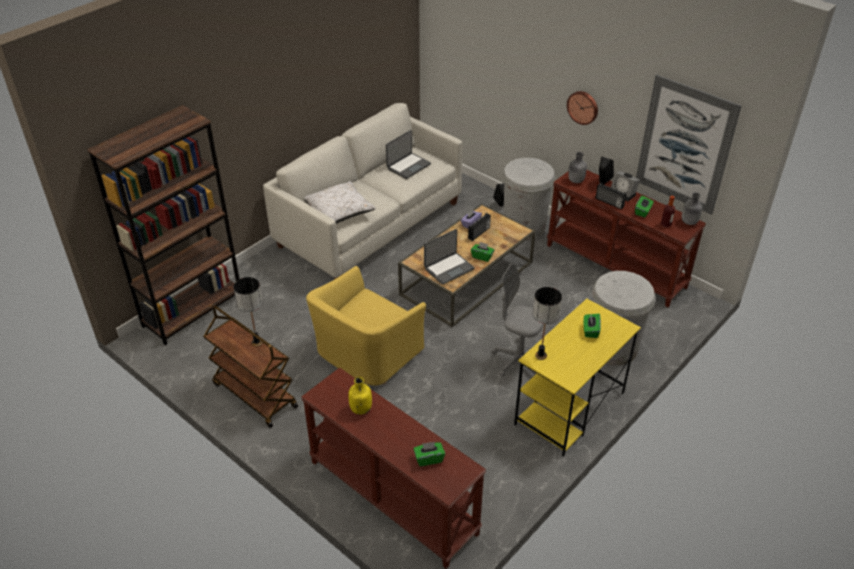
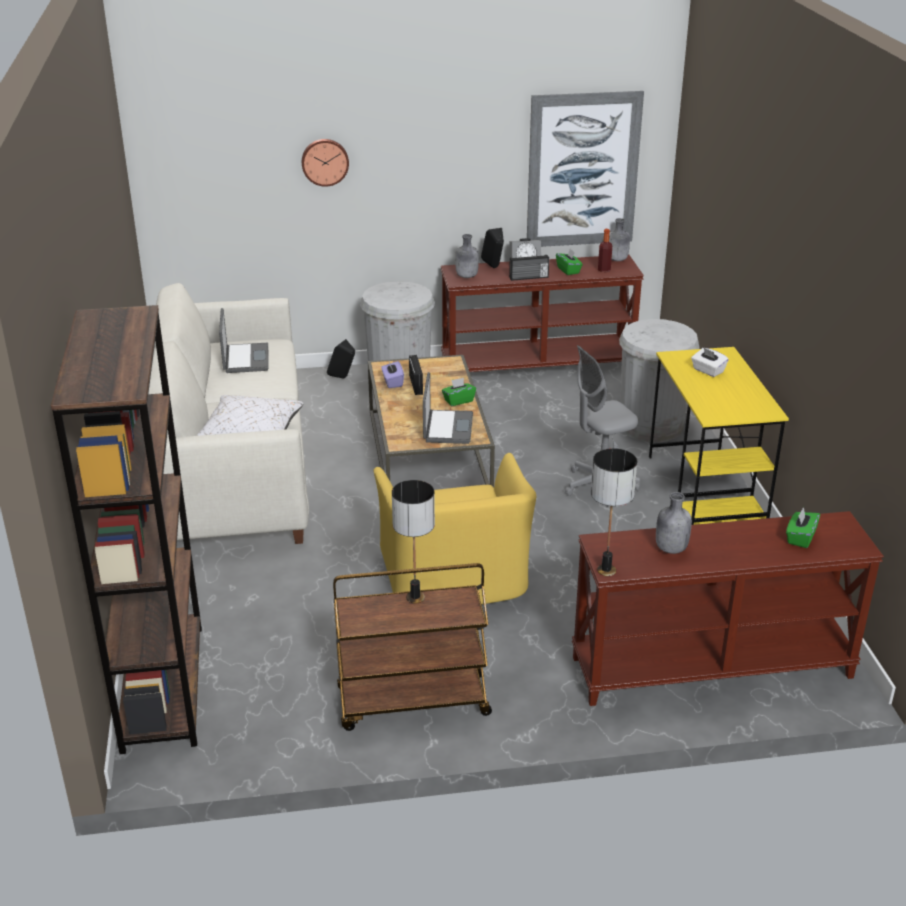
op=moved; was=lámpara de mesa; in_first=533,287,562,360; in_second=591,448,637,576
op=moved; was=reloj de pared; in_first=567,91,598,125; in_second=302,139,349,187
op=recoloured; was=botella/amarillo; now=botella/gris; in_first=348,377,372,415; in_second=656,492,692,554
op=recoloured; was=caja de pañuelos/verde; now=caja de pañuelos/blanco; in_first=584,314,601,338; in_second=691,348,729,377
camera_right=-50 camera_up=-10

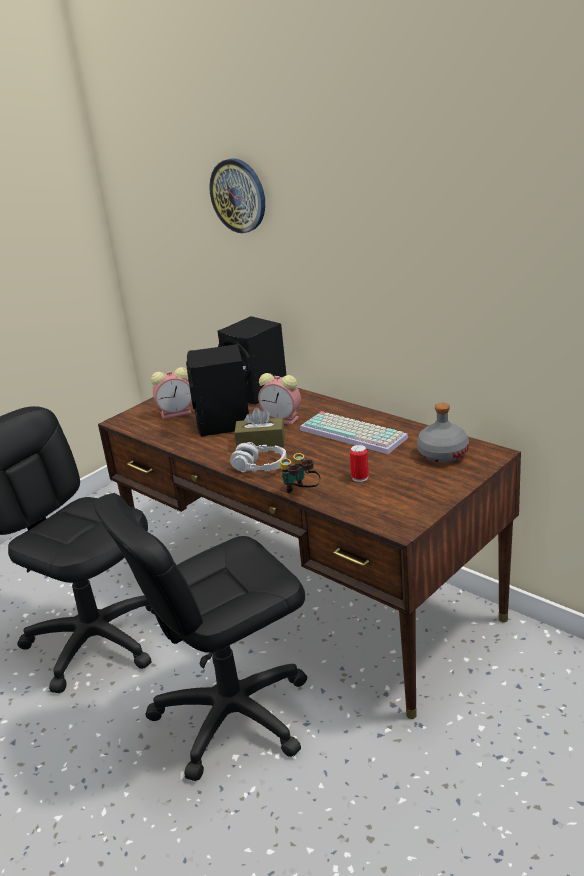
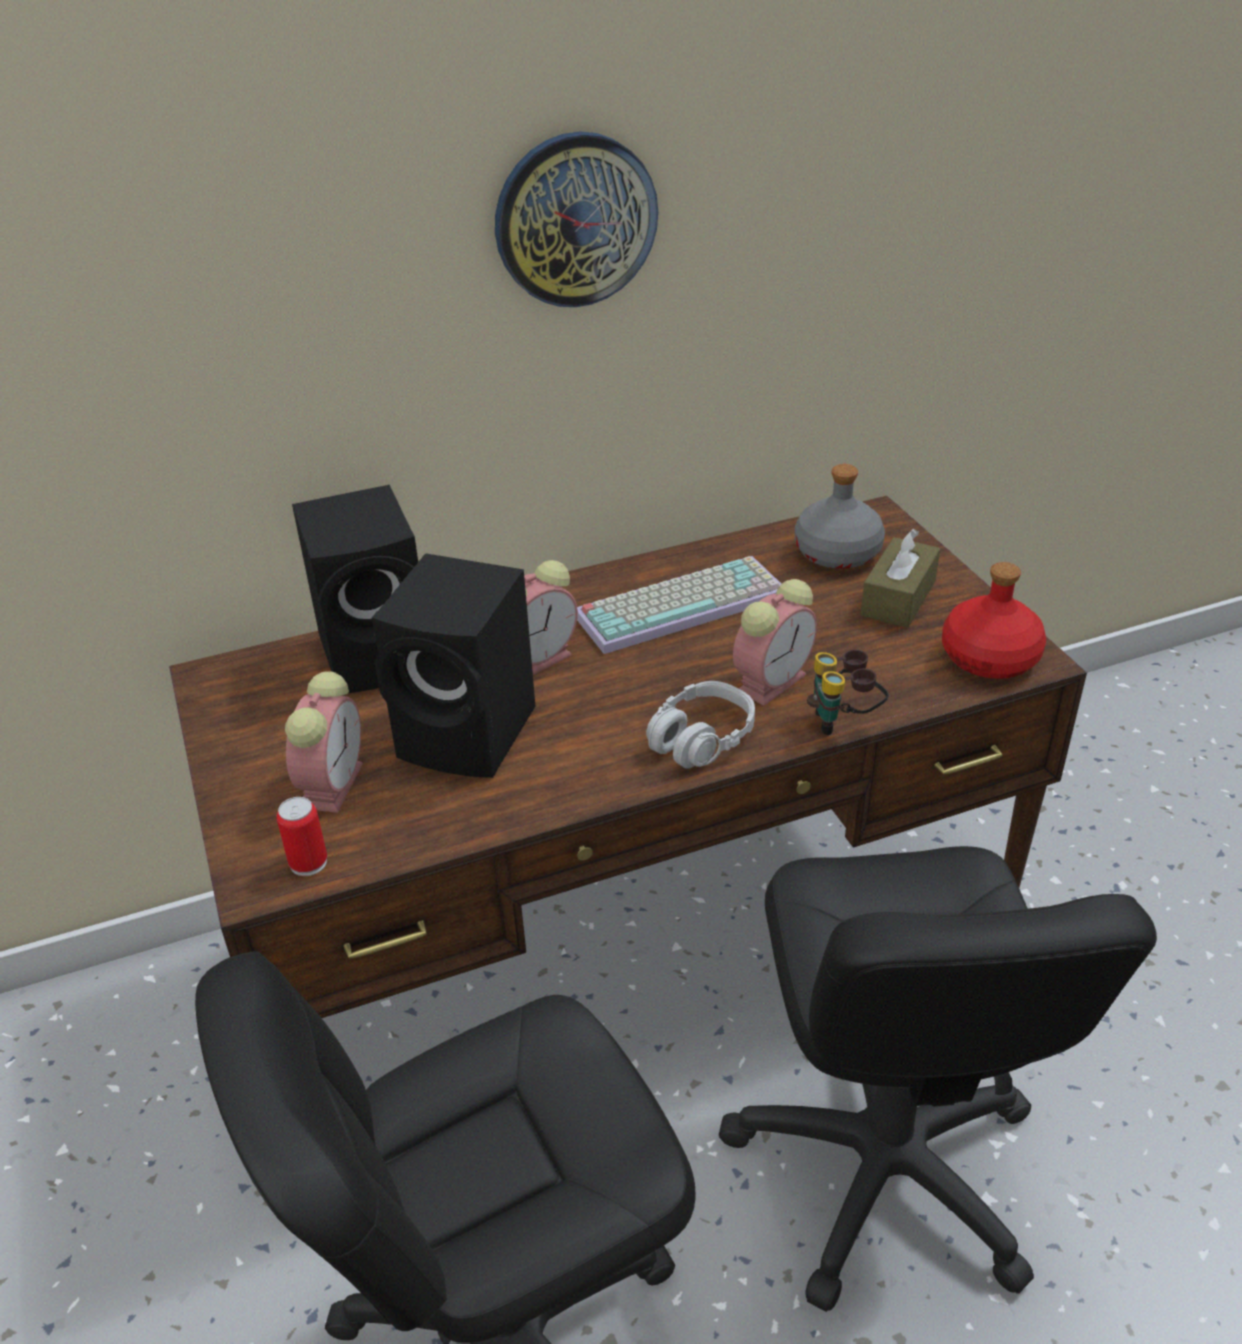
op=added; now=despertador; in_second=733,579,817,706
op=added; now=botella/rojo; in_second=942,562,1046,679
op=moved; was=reloj de pared; in_first=209,158,265,233; in_second=495,131,658,307
op=moved; was=caja de pañuelos/marrón; in_first=234,407,285,447; in_second=861,528,940,628
op=moved; was=lata; in_first=350,445,369,482; in_second=277,797,327,876
camera_right=-65 camera_up=10

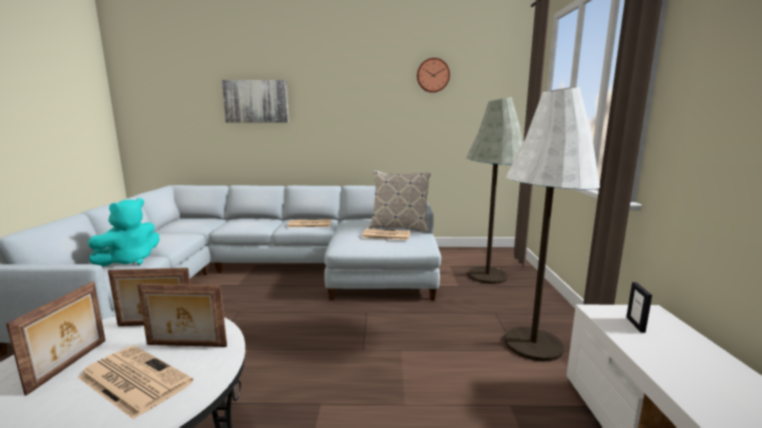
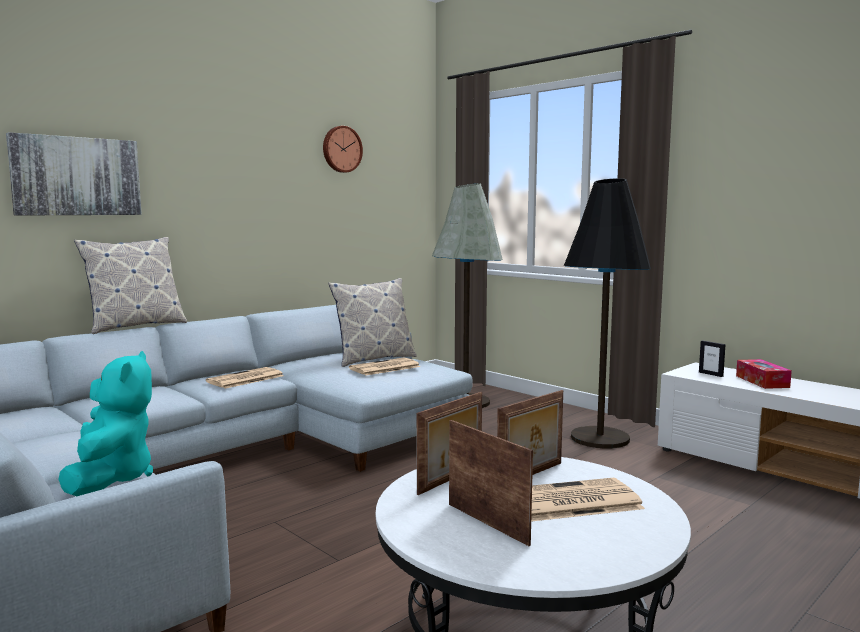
op=added; now=cojín; in_second=74,237,187,334
op=added; now=caja de pañuelos; in_second=736,359,792,389
op=recoloured; was=lámpara de pie/blanco; now=lámpara de pie/negro; in_first=505,86,600,362; in_second=564,178,651,448
camera_right=-45 camera_up=-5

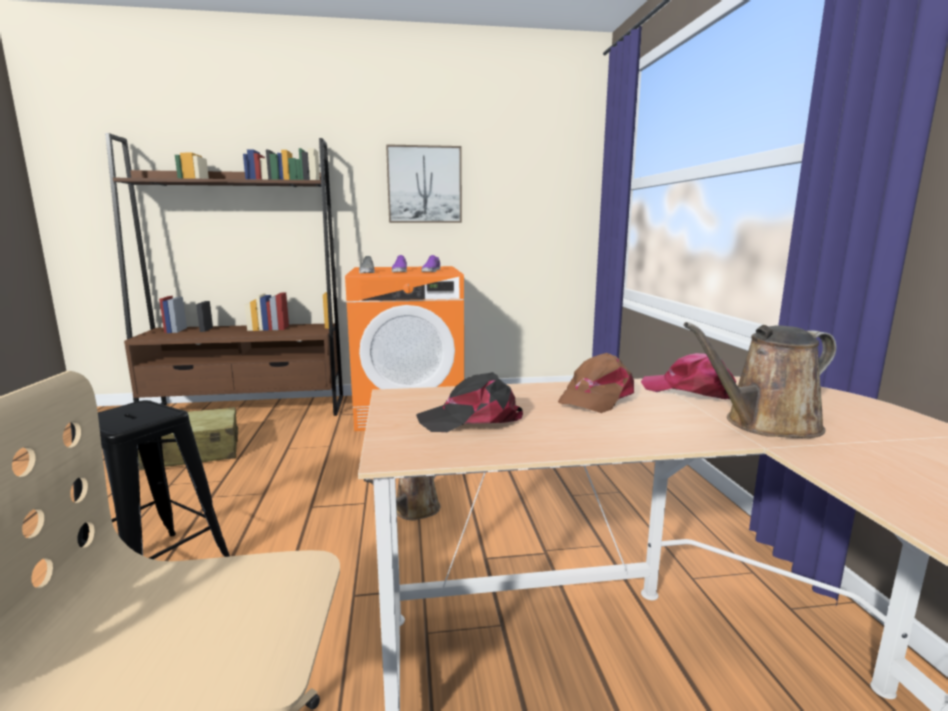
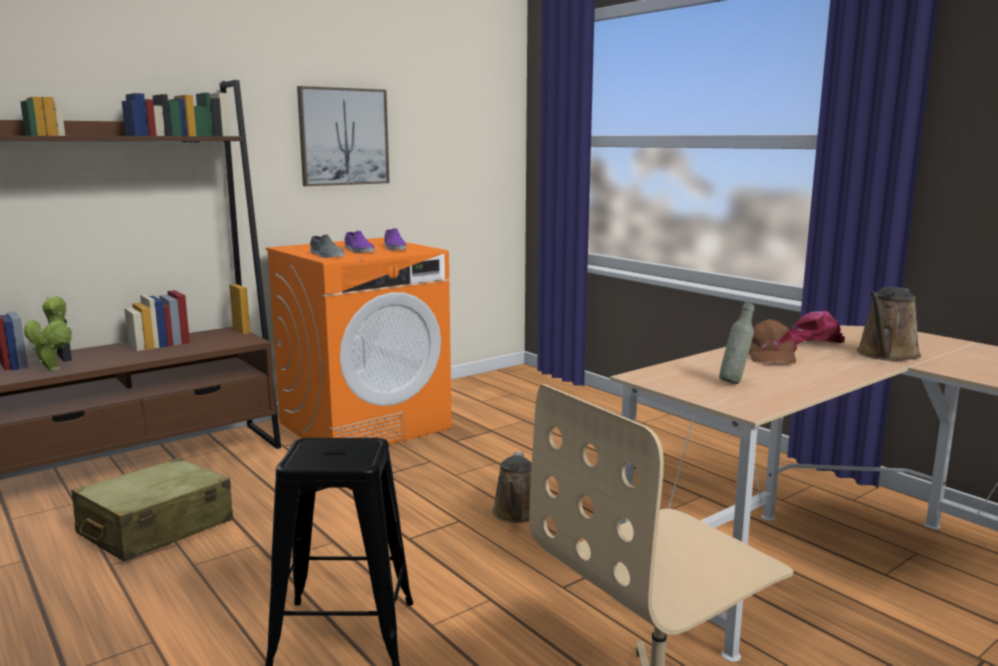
op=added; now=planta en maceta; in_second=24,296,73,371
op=replaced; was=gorra/negro; now=botella/gris; in_first=416,372,523,432; in_second=719,302,754,384
camera_right=-30 camera_up=0

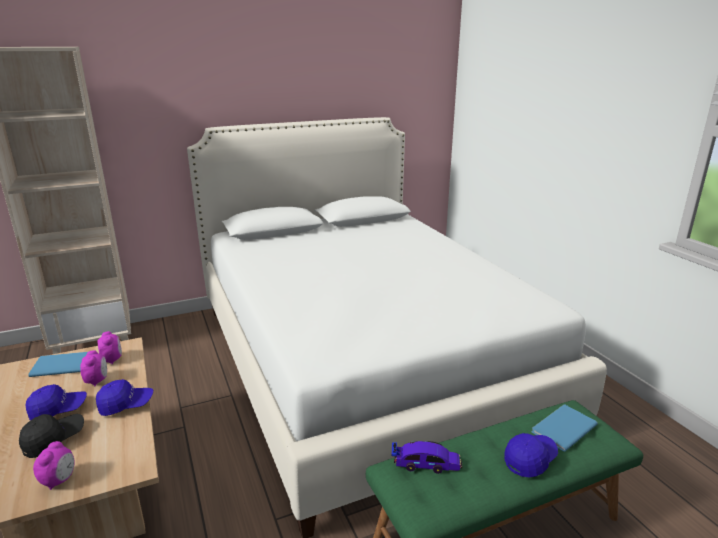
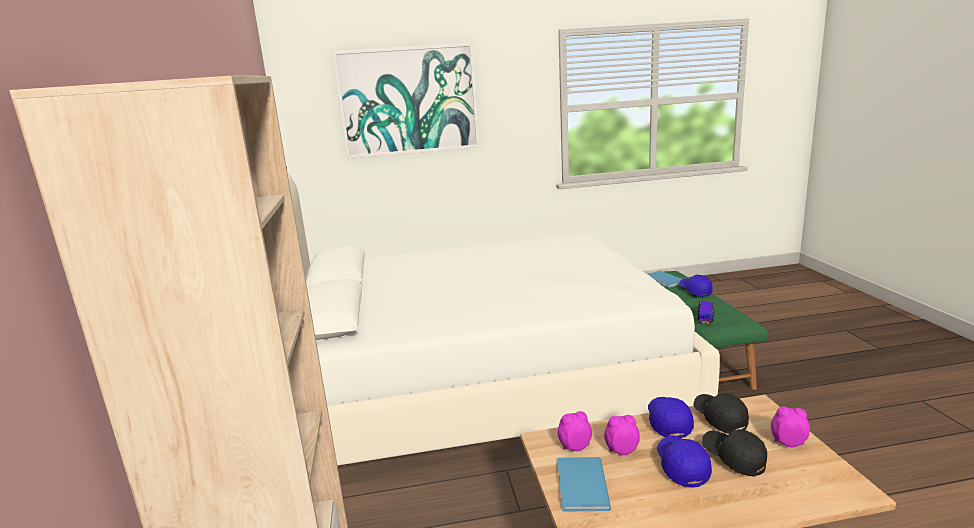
op=added; now=cuadro; in_second=332,42,480,159
op=added; now=gorra/negro; in_second=694,393,749,434
camera_right=-75 camera_up=-5

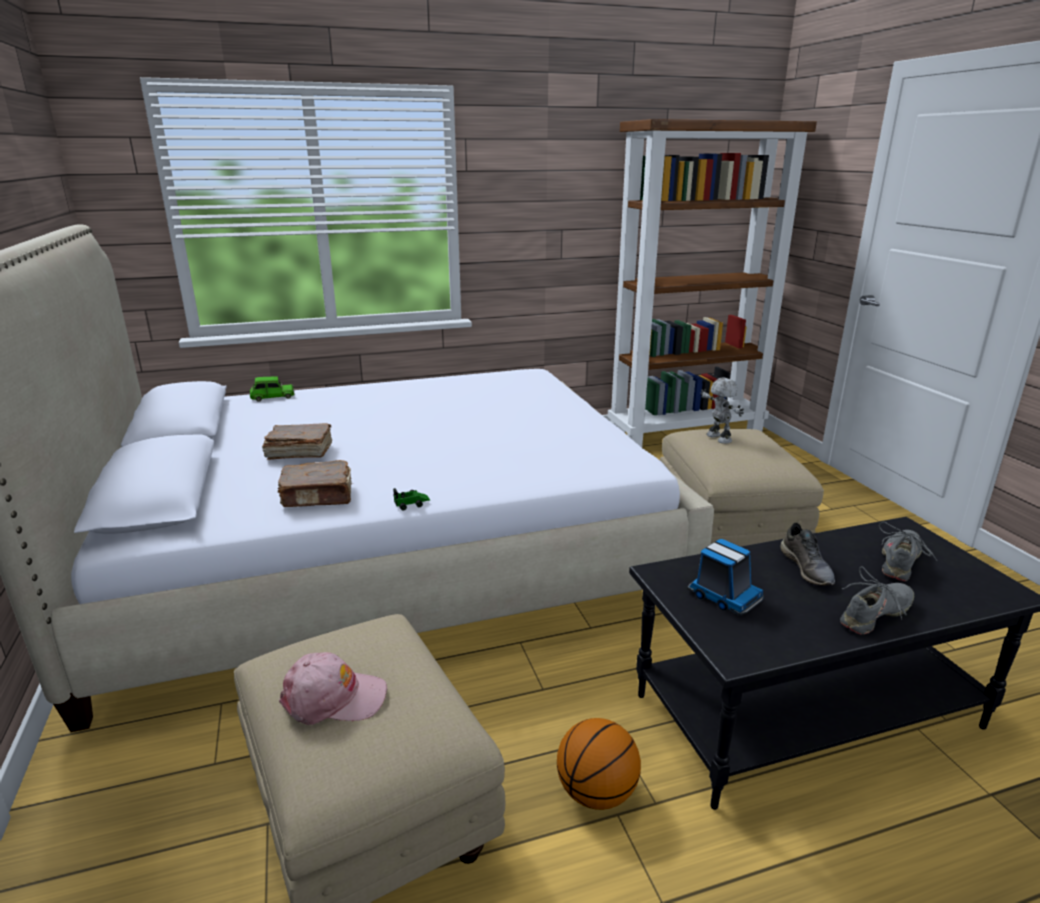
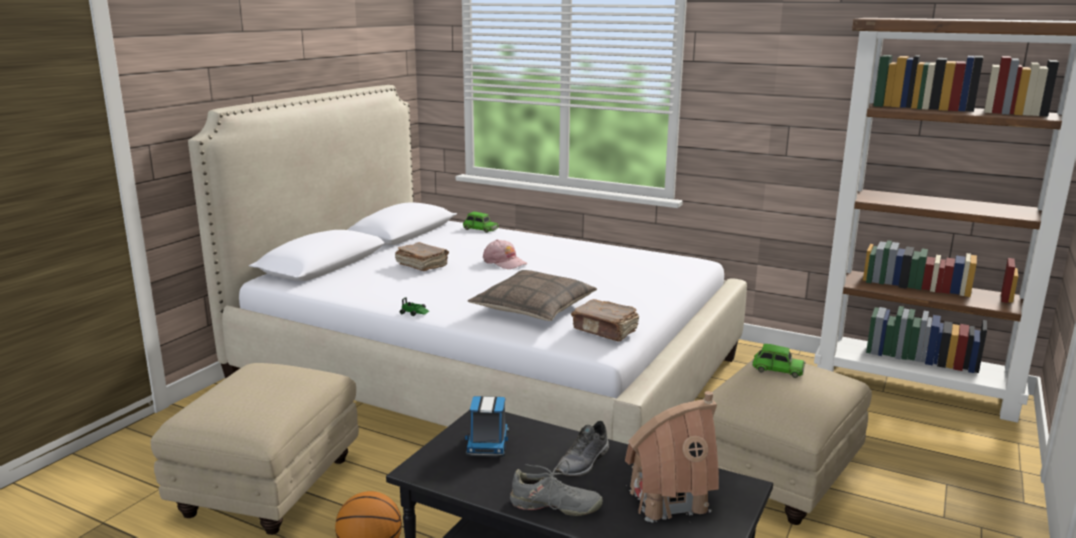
op=added; now=cojín; in_second=467,270,597,321
op=moved; was=libro/marrón; in_first=278,460,353,507; in_second=571,299,639,341
op=moved; was=gorra/rosa; in_first=279,652,387,725; in_second=483,239,528,269
op=replaced; was=robot de juguete; now=coche de juguete/verde; in_first=700,378,744,444; in_second=752,344,806,378
op=replaced; was=zapato/gris; now=casita; in_first=879,522,937,581; in_second=625,391,719,523
camera_right=45 camera_up=-5

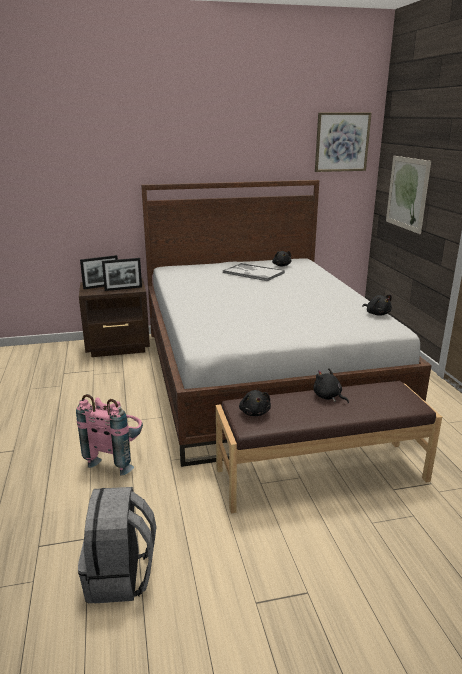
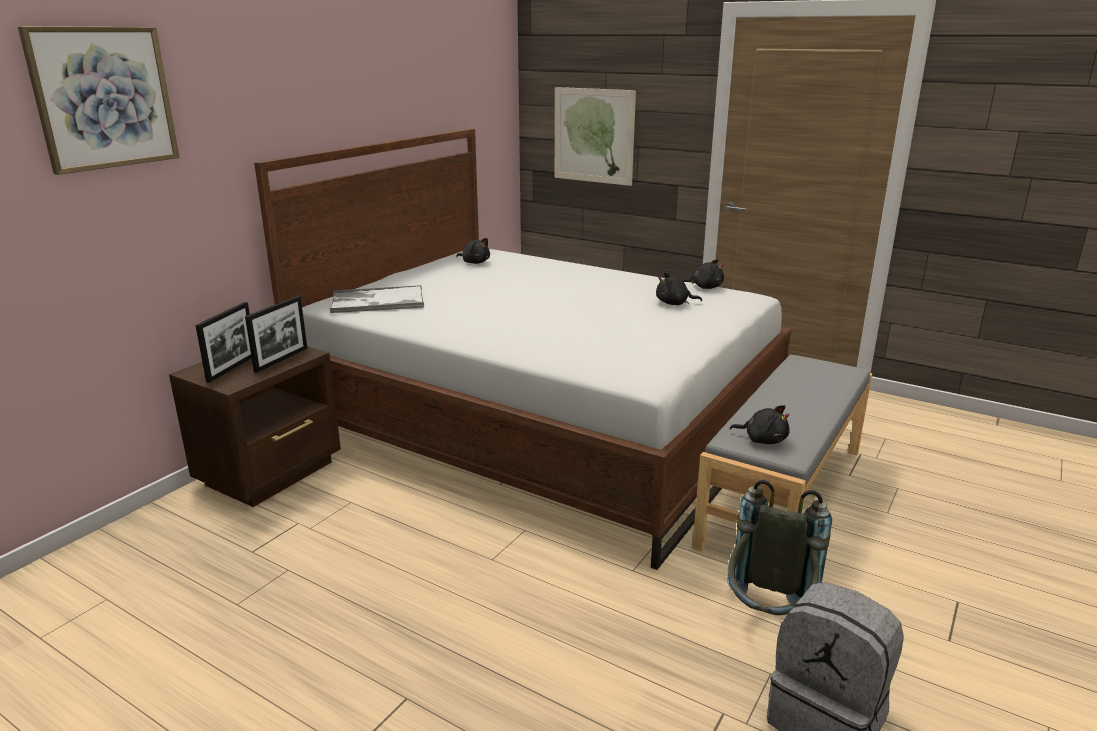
op=removed; was=mochila/rosa; in_first=76,394,143,476
op=added; now=mochila/gris; in_second=726,480,832,615
op=moved; was=bandeja; in_first=223,263,285,281; in_second=330,285,424,313
op=moved; was=peluche/negro; in_first=313,368,349,403; in_second=656,272,702,305
op=moved; was=cuadro; in_first=315,113,371,172; in_second=18,26,180,175
op=recoloured; was=banco/marrón; now=banco/gris; in_first=216,381,442,514; in_second=692,355,872,551
camera_right=-45 camera_up=0

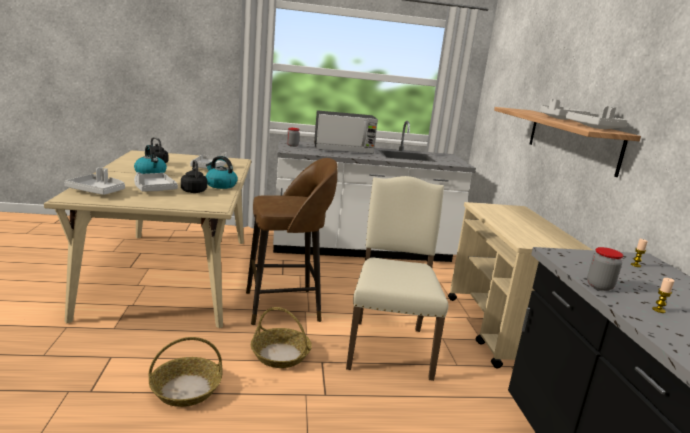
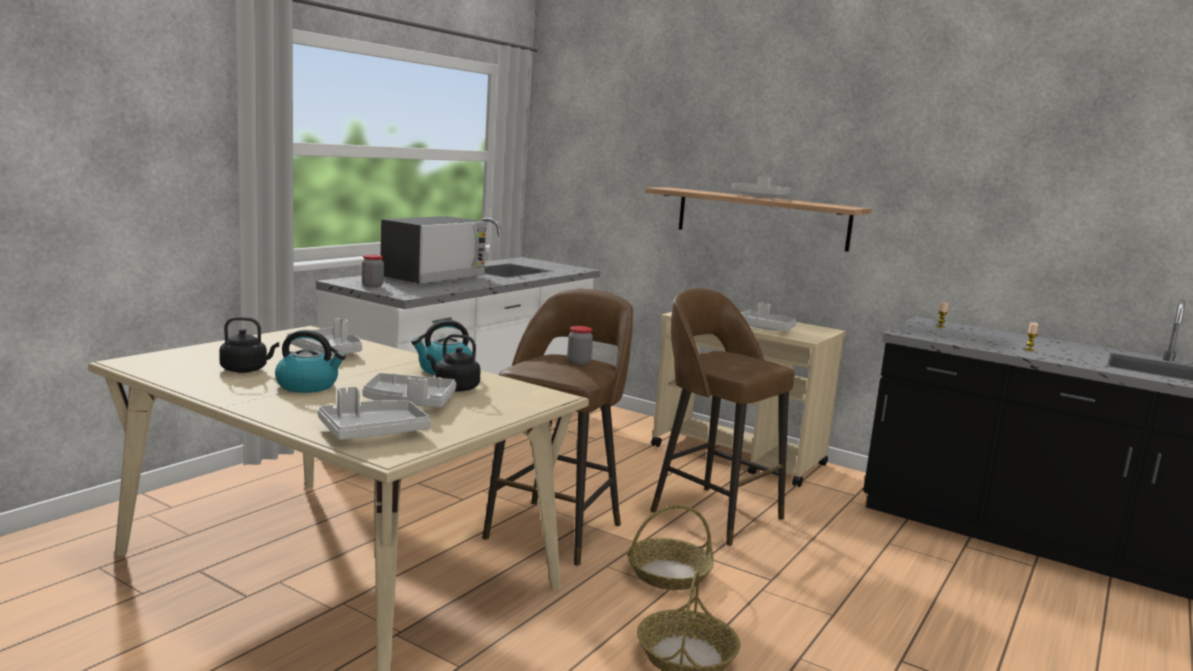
op=moved; was=bandeja/gris; in_first=566,106,628,129; in_second=741,302,796,331
op=moved; was=tarro; in_first=587,247,623,291; in_second=567,326,593,365
op=replaced; was=silla/beis; now=taburete/marrón; in_first=346,176,448,381; in_second=650,288,794,546
camera_right=-50 camera_up=-5

